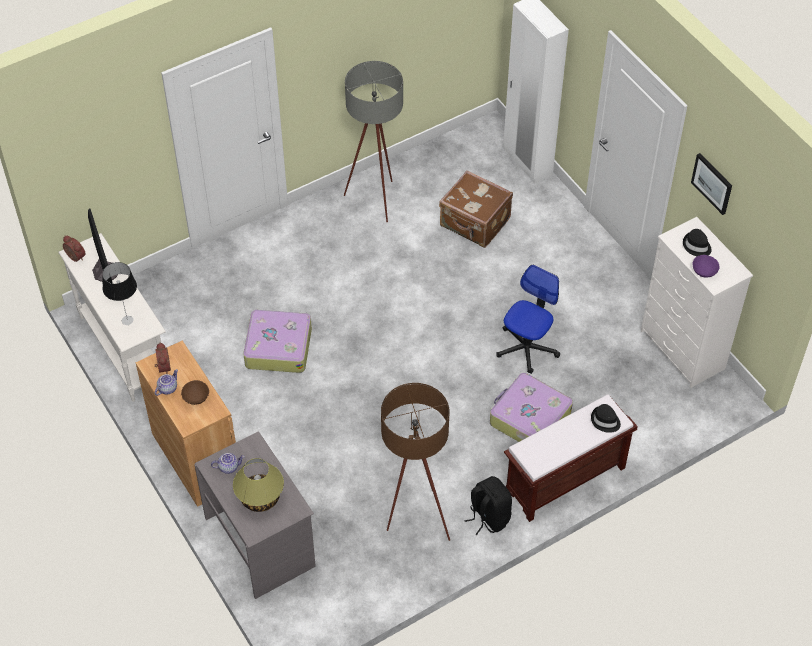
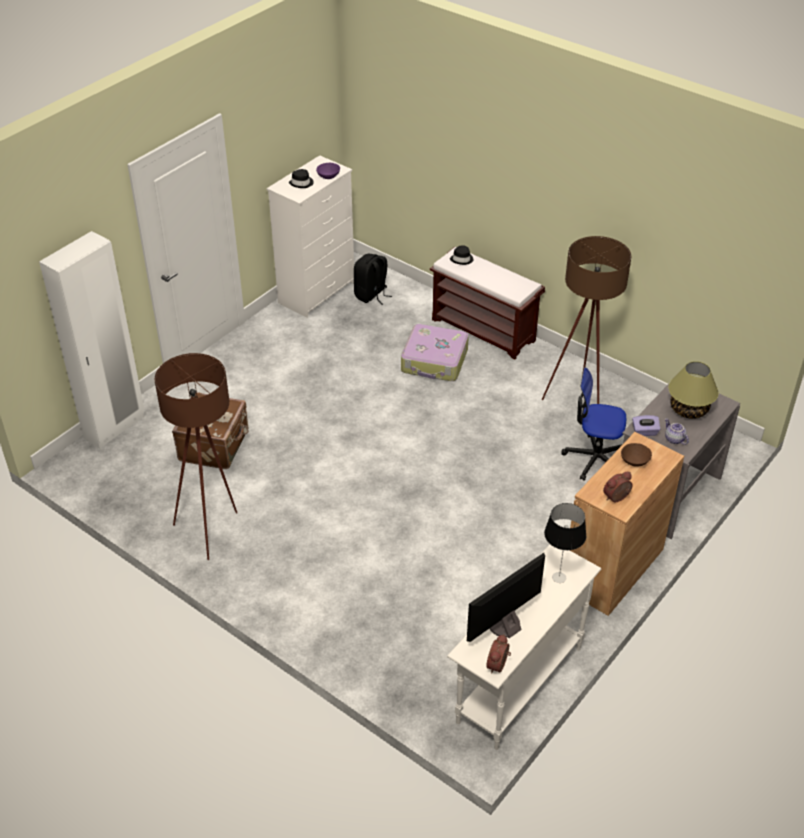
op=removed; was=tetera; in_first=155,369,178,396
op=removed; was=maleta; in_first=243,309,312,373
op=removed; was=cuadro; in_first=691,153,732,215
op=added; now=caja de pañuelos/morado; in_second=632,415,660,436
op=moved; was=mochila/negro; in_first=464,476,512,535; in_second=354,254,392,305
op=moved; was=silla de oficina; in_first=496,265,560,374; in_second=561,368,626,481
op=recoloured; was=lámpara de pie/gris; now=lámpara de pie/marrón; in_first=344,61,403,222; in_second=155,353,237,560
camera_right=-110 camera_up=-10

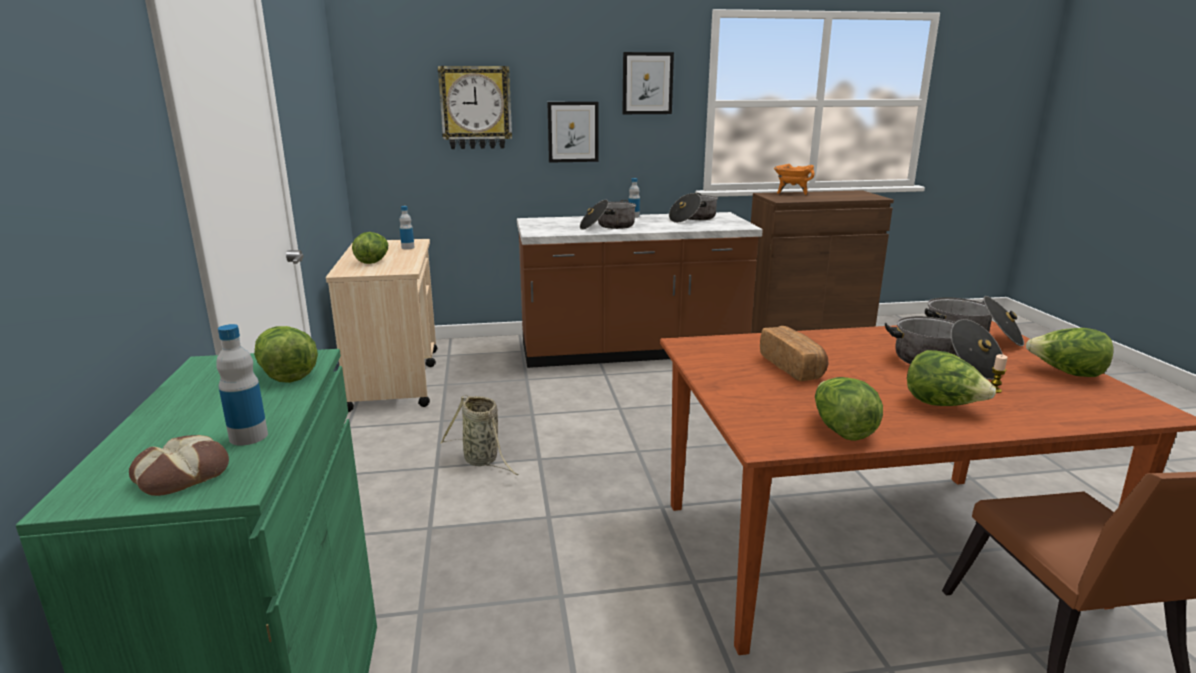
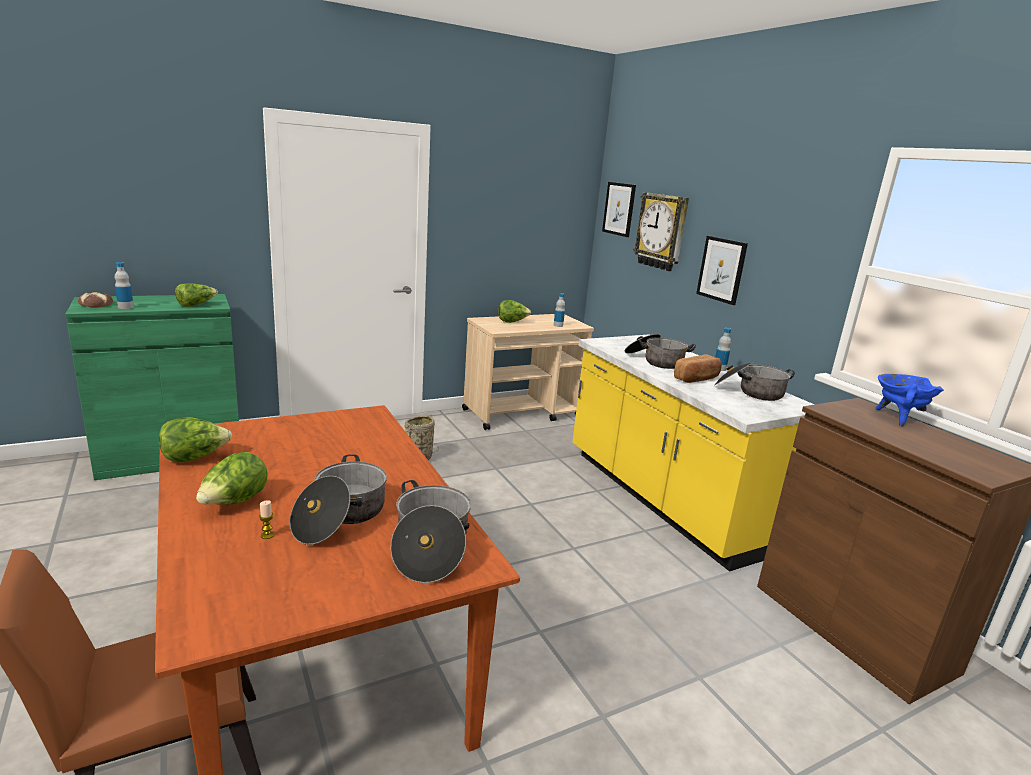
op=removed; was=lechuga; in_first=1026,328,1114,377
op=moved; was=cuadro; in_first=622,52,674,114; in_second=602,182,636,237
op=moved; was=pan; in_first=760,326,828,381; in_second=674,354,722,383
op=recoloured; was=mueble bajo de cocina/marrón; now=mueble bajo de cocina/amarillo; in_first=517,212,763,368; in_second=572,334,815,572
op=recoloured; was=olla/naranja; now=olla/azul; in_first=774,164,815,195; in_second=876,374,944,426
camera_right=70 camera_up=0

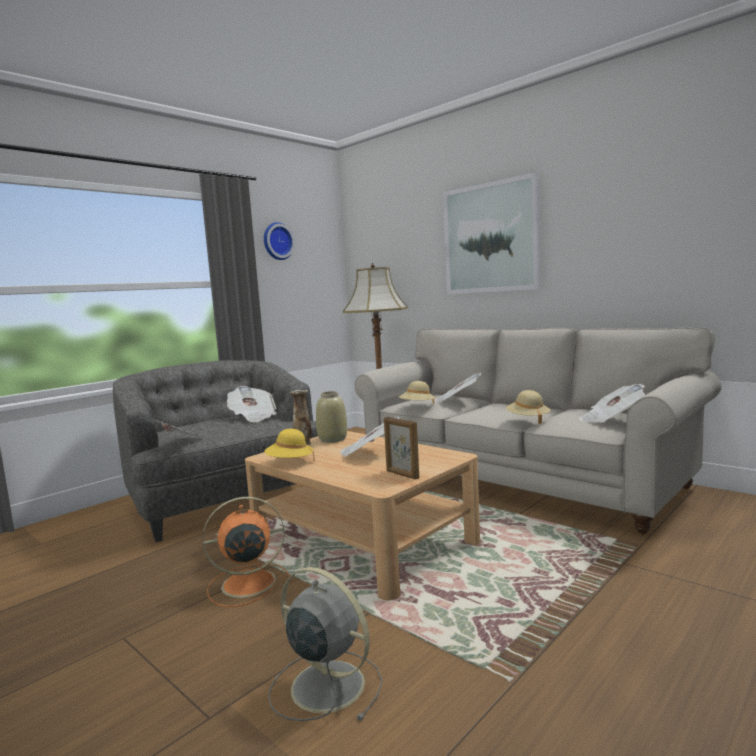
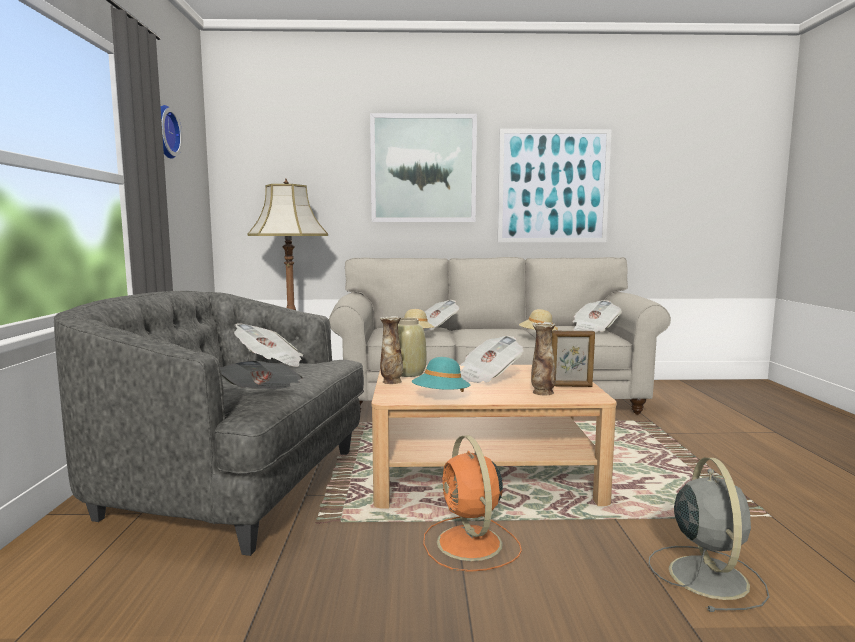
op=added; now=cuadro; in_second=498,129,612,242
op=added; now=florero; in_second=531,322,556,395
op=recoloured; was=sombrero/amarillo; now=sombrero/turquesa; in_first=264,429,315,462; in_second=412,357,471,392
op=turned; was=ventilador/naranja; in_first=202,497,292,607; in_second=423,435,522,572; clockwise=-45
op=turned; was=ventilador/gris; in_first=268,567,383,721; in_second=649,458,769,612; clockwise=105
camera_right=-45 camera_up=0

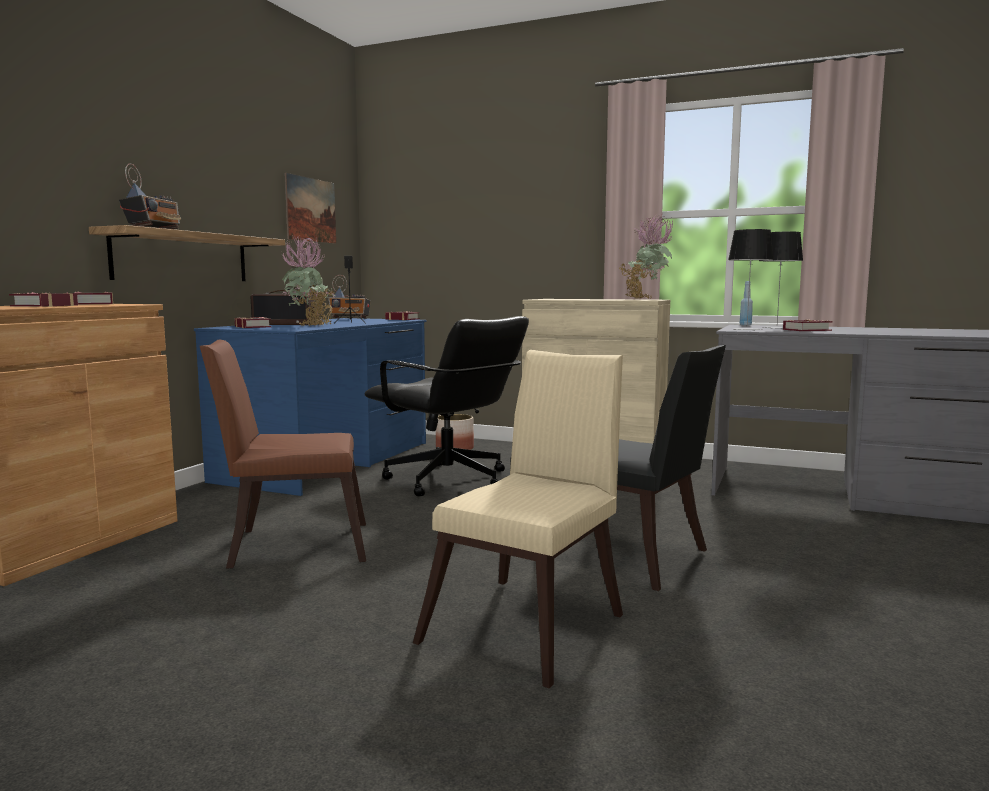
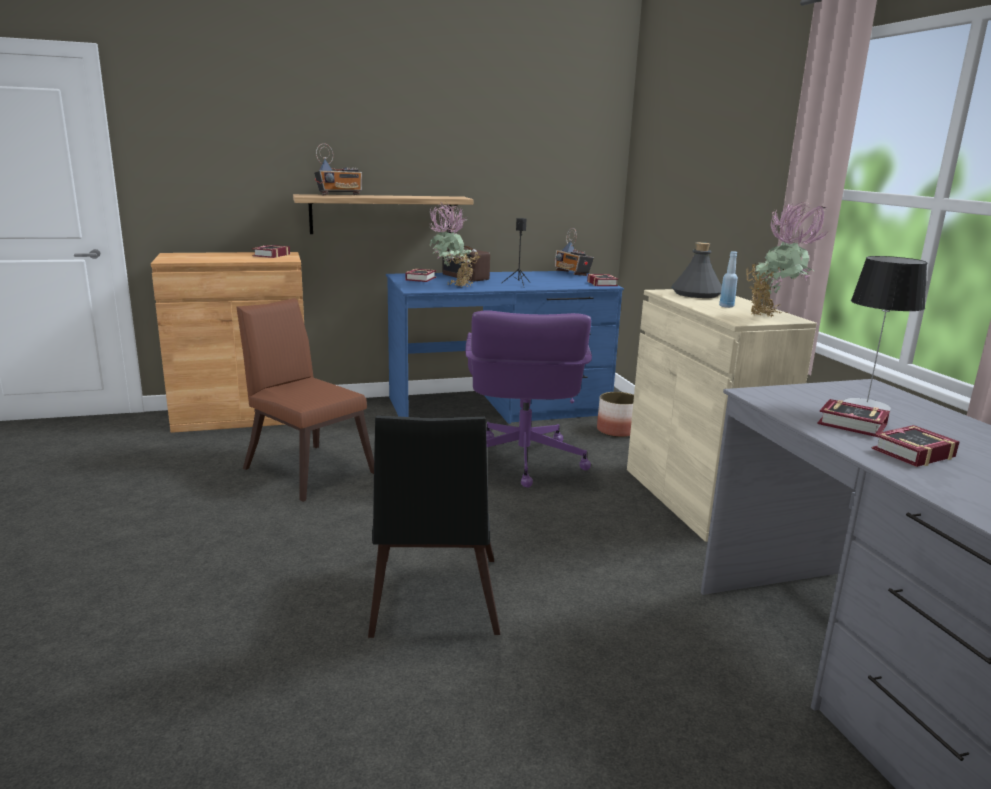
op=removed; was=cuadro; in_first=285,173,336,244
op=removed; was=silla/beis; in_first=413,350,623,688
op=removed; was=lámpara de mesa; in_first=728,229,773,330
op=added; now=botella/gris; in_second=671,242,722,298
op=moved; was=libro; in_first=9,292,78,307; in_second=871,425,960,467
op=moved; was=botella/azul; in_first=740,281,753,326; in_second=719,251,738,308
op=recoloured; was=silla de oficina/negro; now=silla de oficina/morado; in_first=365,316,529,497; in_second=465,311,592,488
camera_right=50 camera_up=10

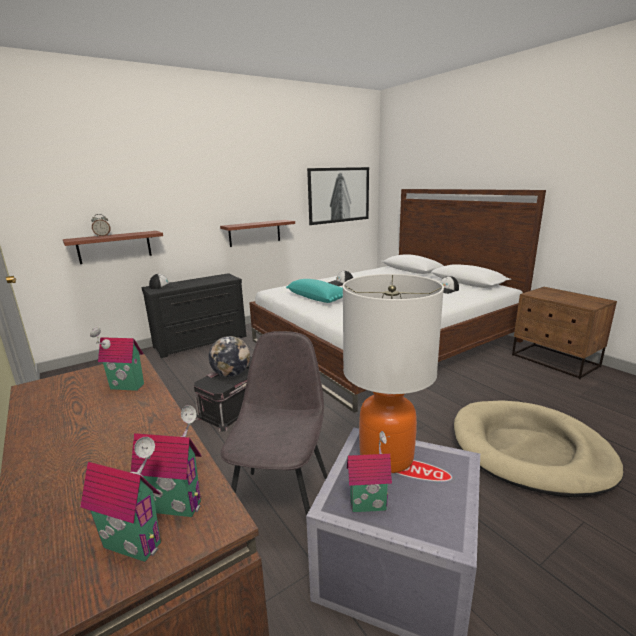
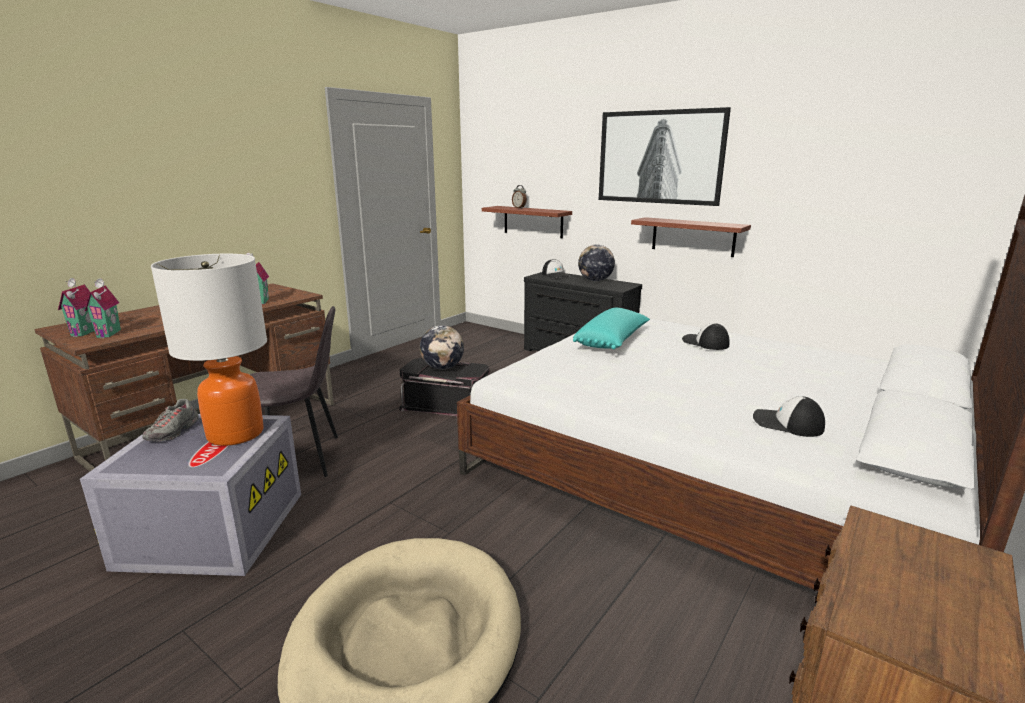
op=added; now=globo terráqueo; in_second=578,245,615,281
op=moved; was=cuadro; in_first=307,167,369,225; in_second=599,107,731,206
op=replaced; was=casita; now=zapato/gris; in_first=347,431,392,512; in_second=143,399,199,442
camera_right=70 camera_up=0

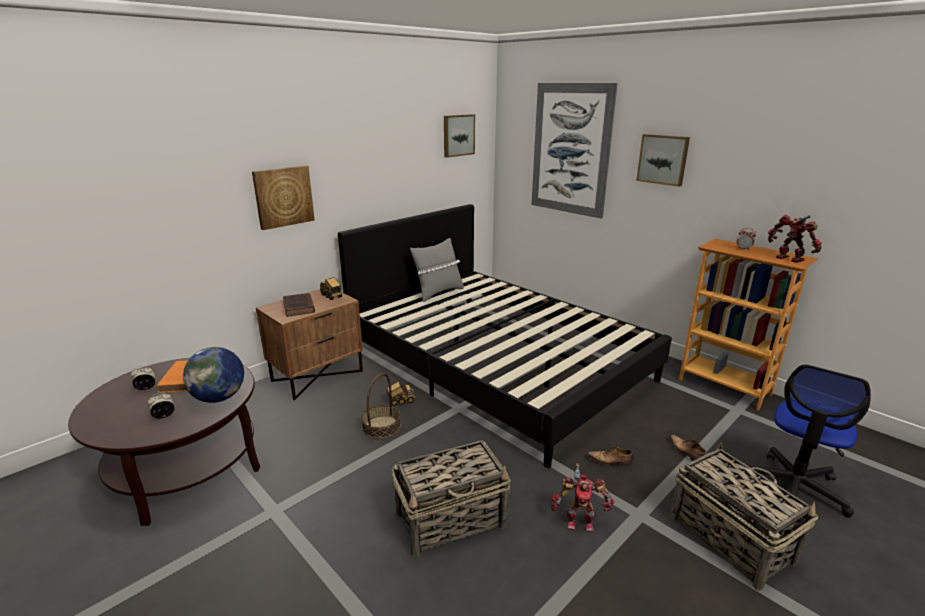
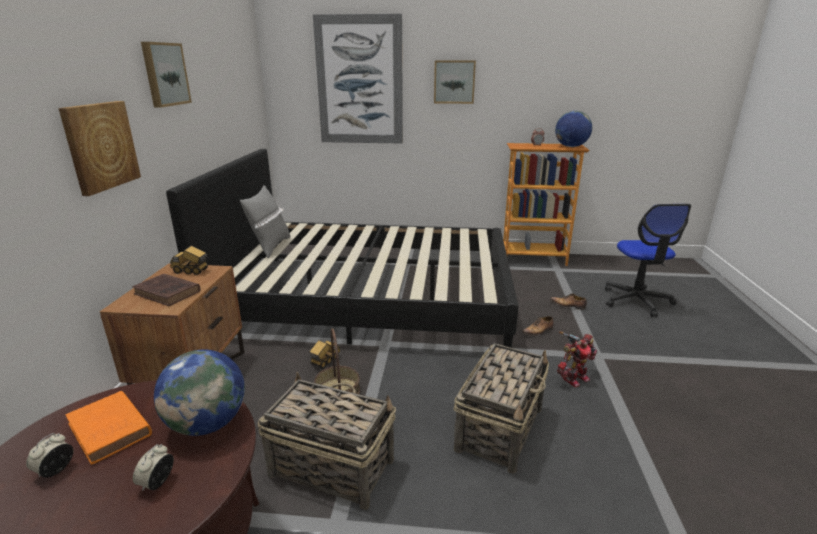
op=moved; was=cuadro; in_first=444,114,475,158; in_second=141,42,192,108
op=moved; was=cesta; in_first=670,442,818,591; in_second=258,372,396,510
op=replaced; was=robot de juguete; now=globo terráqueo; in_first=768,214,822,263; in_second=555,111,592,147
camera_right=-40 camera_up=0

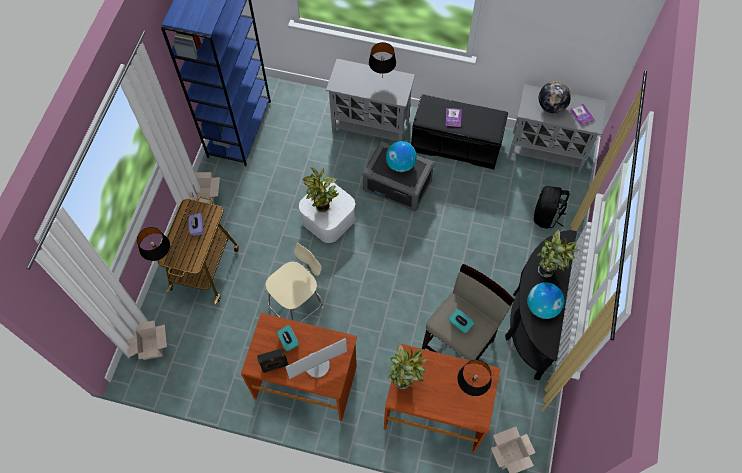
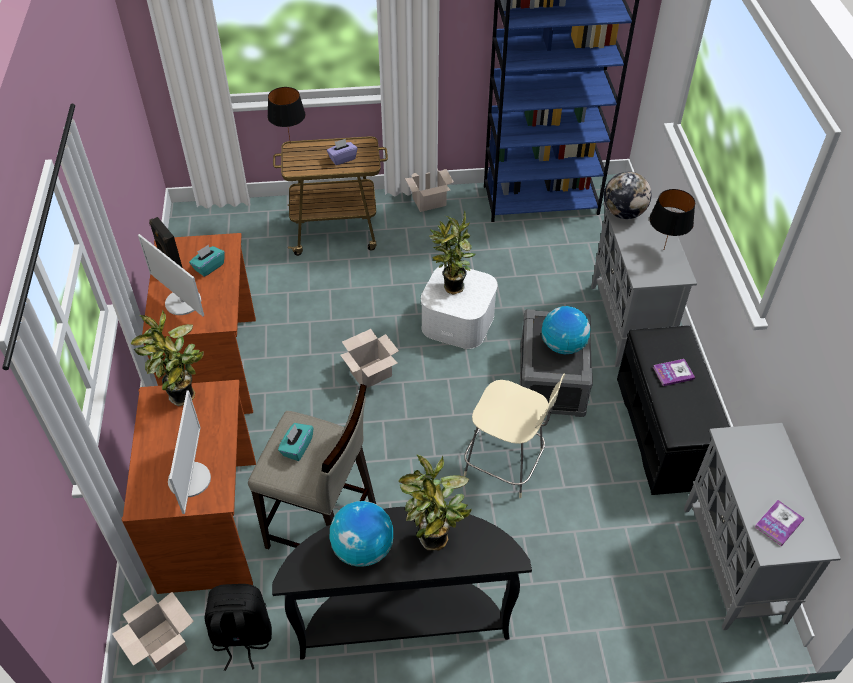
op=moved; was=caja de cartón; in_first=127,320,167,360; in_second=340,329,399,388
op=moved; was=silla/beis; in_first=265,243,324,322; in_second=464,374,565,498
op=moved; was=mochila/negro; in_first=534,186,569,229; in_second=205,584,272,671
op=moved; was=globo terráqueo; in_first=539,81,571,113; in_second=604,172,651,219
op=replaced; was=lámpara de mesa/negro; now=monitor; in_first=457,360,492,396; in_second=168,391,211,514
camera_right=70 camera_up=-15

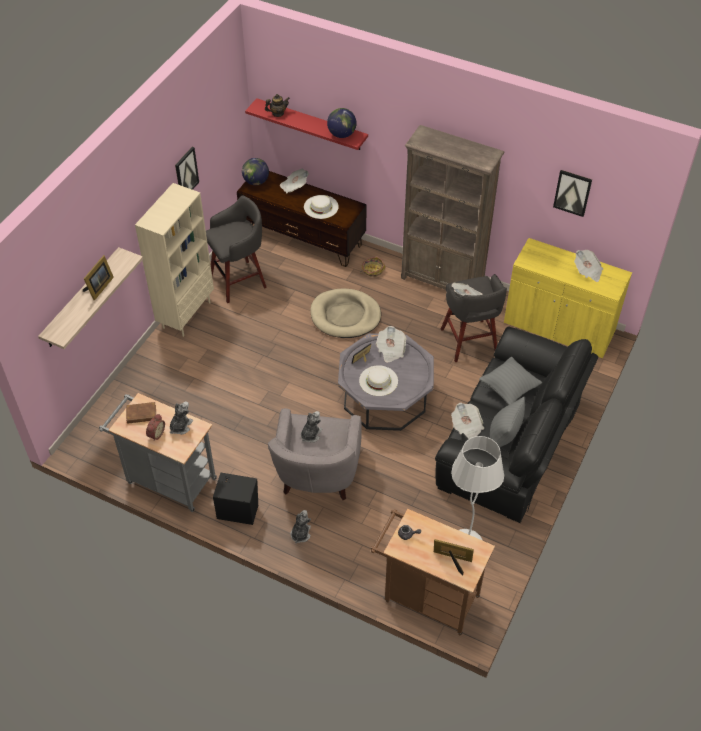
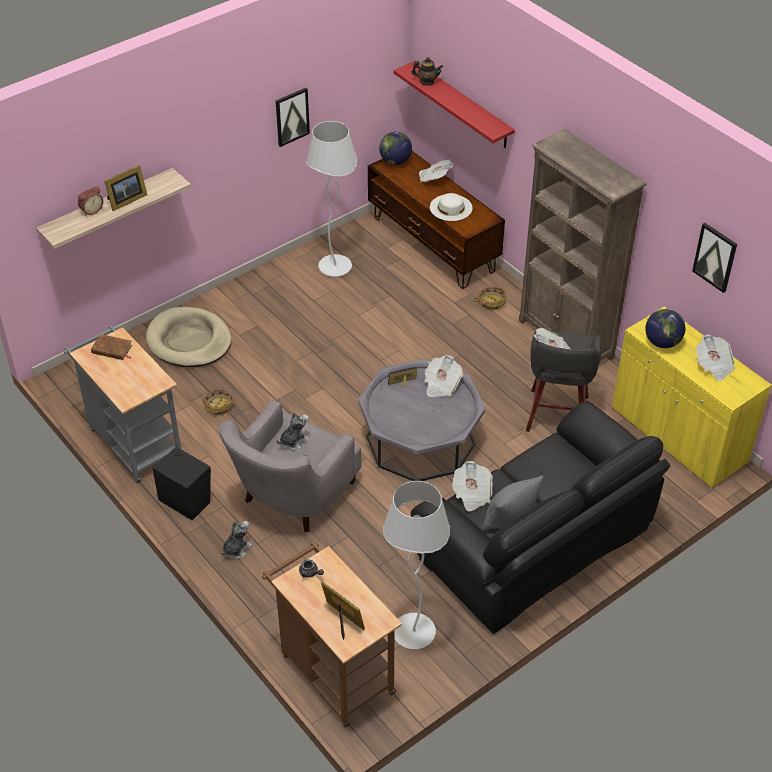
op=removed; was=estantería/beis; in_first=135,183,214,337
op=removed; was=peluche; in_first=170,402,193,435
op=removed; was=sombrero/blanco; in_first=359,365,398,396
op=removed; was=cojín/gris; in_first=479,357,542,405
op=added; now=cesta; in_second=203,389,235,415
op=moved; was=despertador; in_first=146,414,165,441; in_second=78,187,103,216
op=moved; was=cama para perro/beis; in_first=310,288,381,338; in_second=146,307,232,367
op=moved; was=globo terráqueo; in_first=327,108,357,138; in_second=645,309,685,348
op=replaced; was=taburete/gris; now=lámpara de pie/blanco; in_first=206,196,267,303; in_second=306,121,357,277
camera_right=25 camera_up=-5

